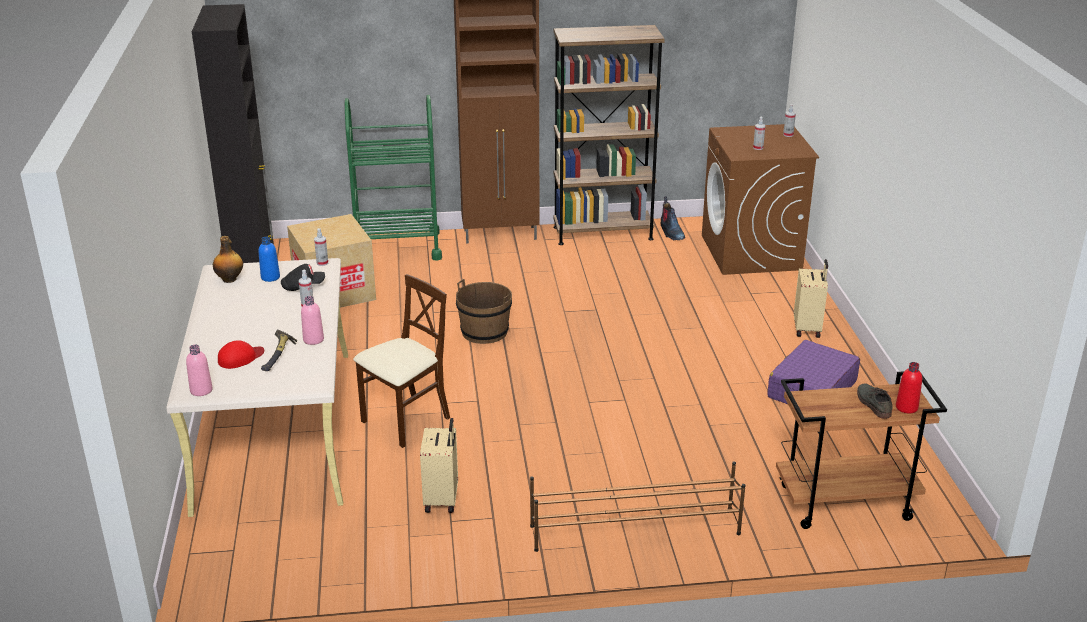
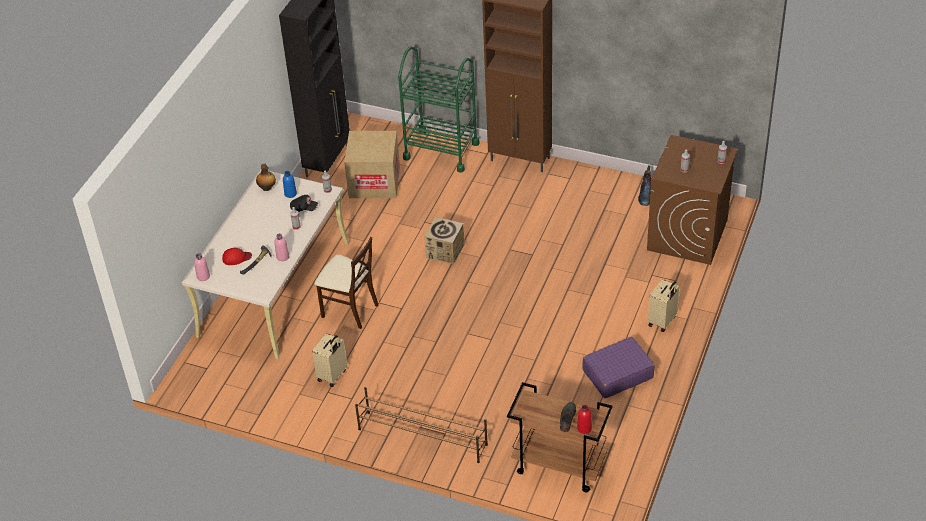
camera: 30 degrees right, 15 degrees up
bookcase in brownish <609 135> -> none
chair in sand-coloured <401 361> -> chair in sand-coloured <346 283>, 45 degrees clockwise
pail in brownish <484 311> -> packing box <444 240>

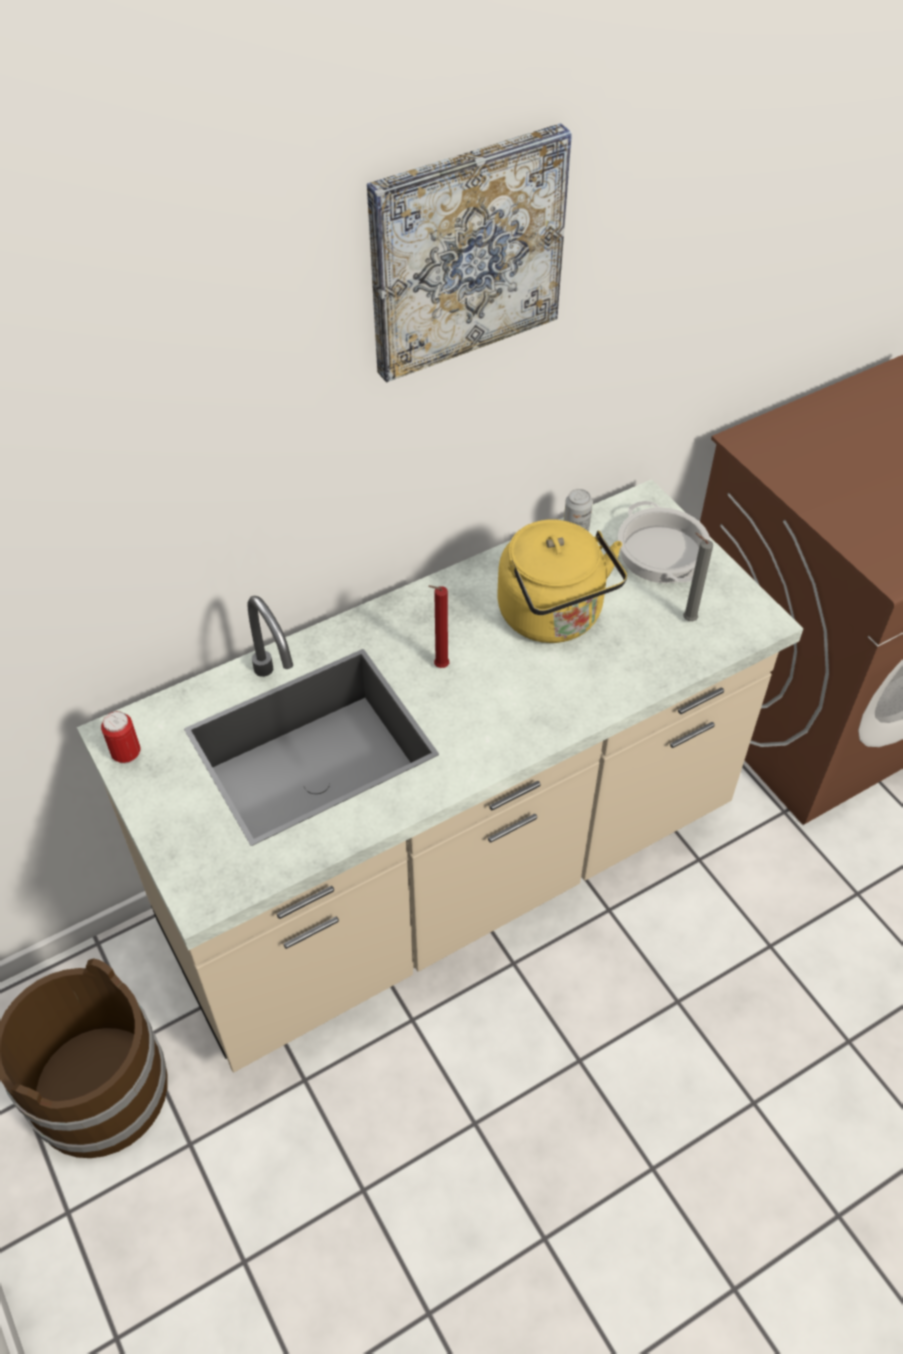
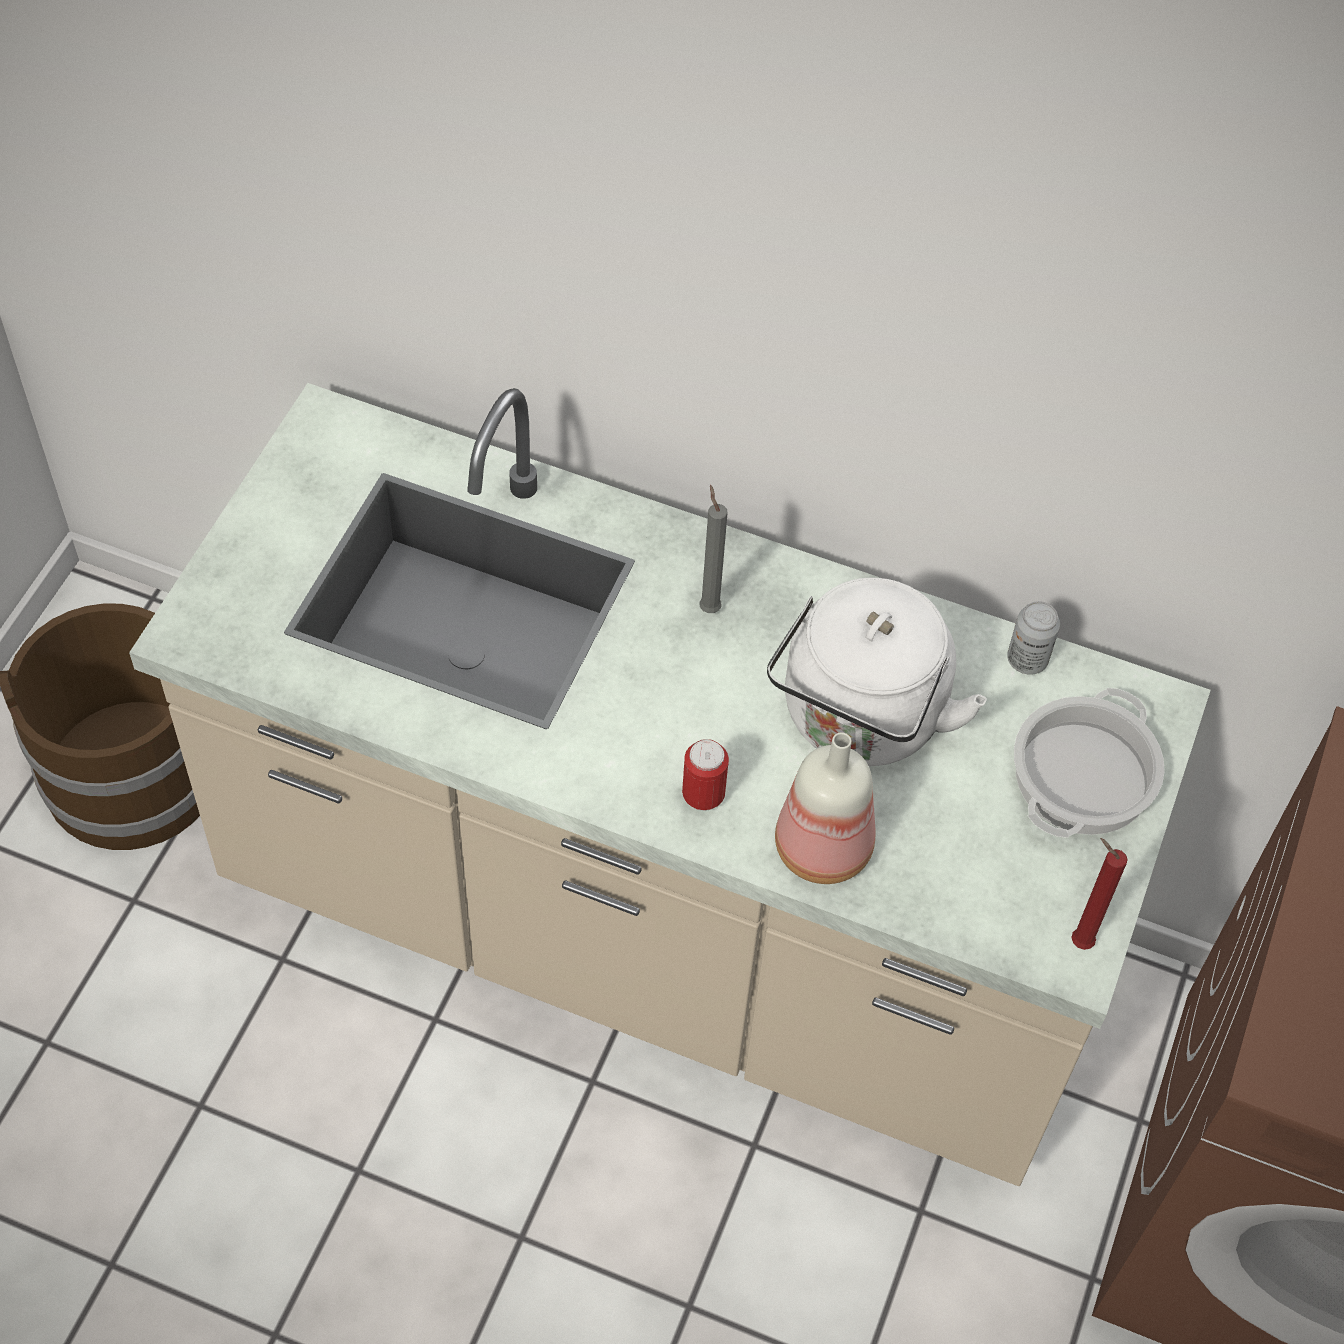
camera: 50 degrees right, 5 degrees up
wall art <469 252> -> none
water kettle in yellow-coloured <562 581> -> water kettle in white <877 672>
wax candle in gray <698 576> -> wax candle in gray <713 549>, shifted
wax candle in red <438 626> -> wax candle in red <1099 894>, shifted
can <120 737> -> can <705 775>, shifted
none -> drink bottle <825 808>

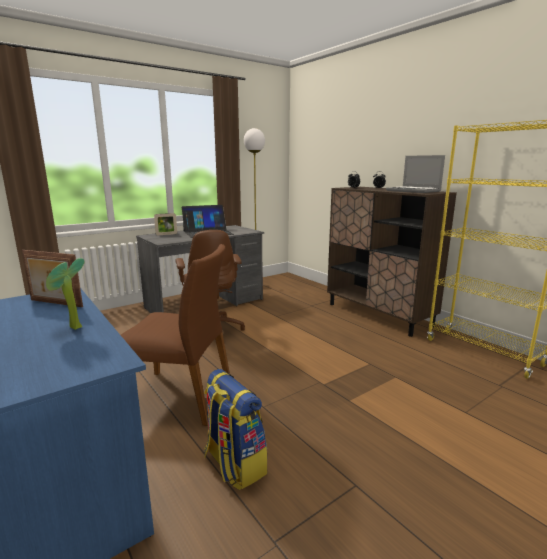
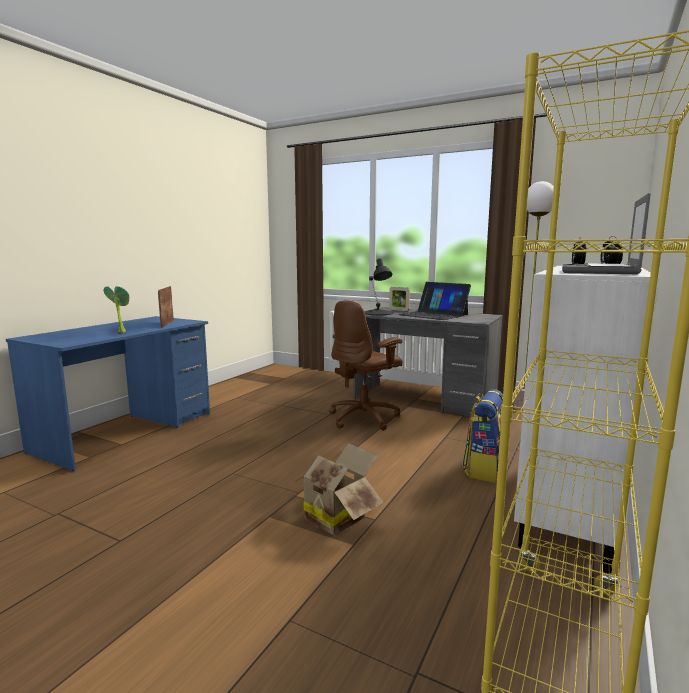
camera: 65 degrees right, 5 degrees down
storage cabinet in brownish <392 262> -> storage cabinet in white <586 419>
chair in brownish <175 335> -> none
knapsack <235 429> -> knapsack <482 436>, shifted
none -> table lamp in black-coloured <379 286>
none -> packing box <336 489>

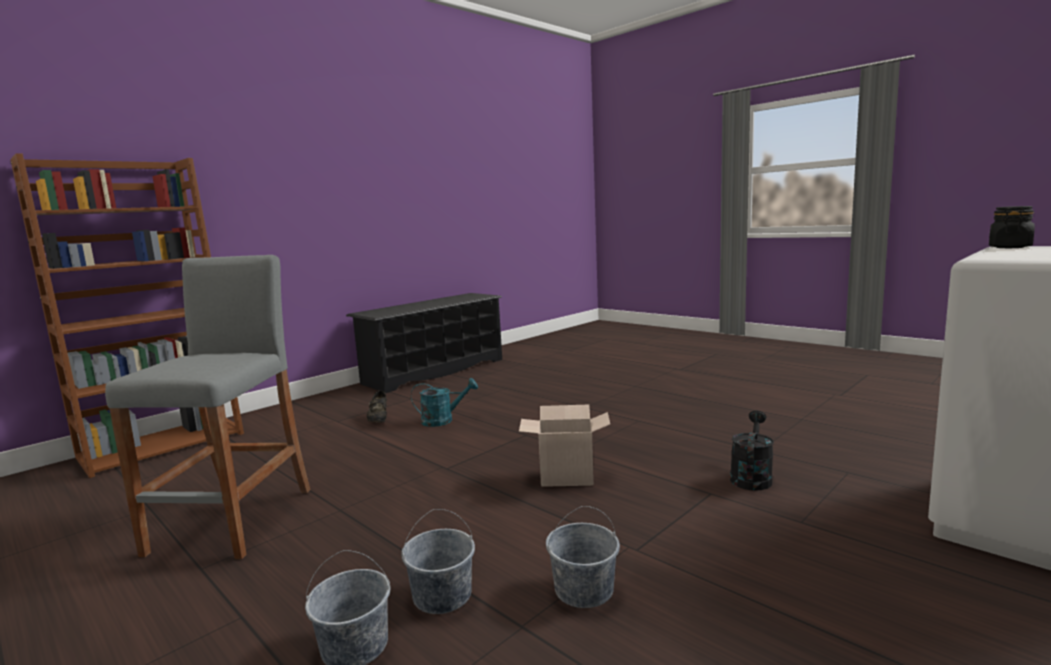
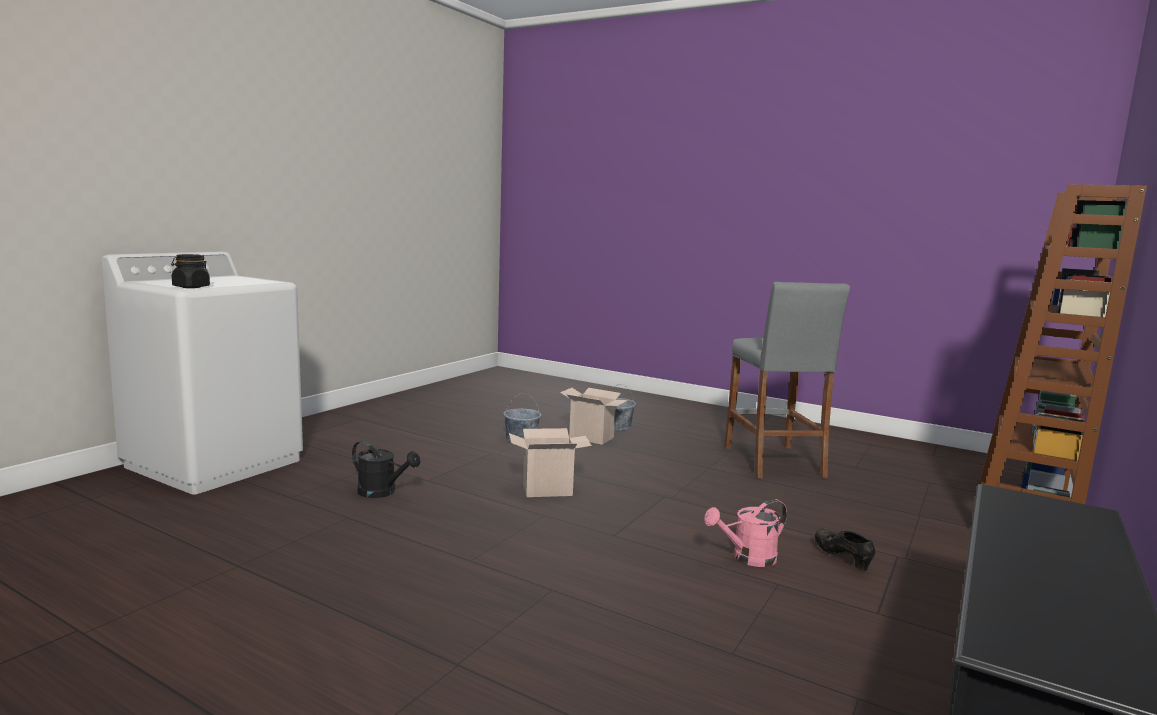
camera: 165 degrees right, 0 degrees up
watering pot in turquoise <444 402> -> watering pot in pink <745 533>
watering pot in black-coloured <752 450> -> watering pot in black-coloured <386 469>, 75 degrees counterclockwise
pail in gray <438 561> -> packing box <594 416>

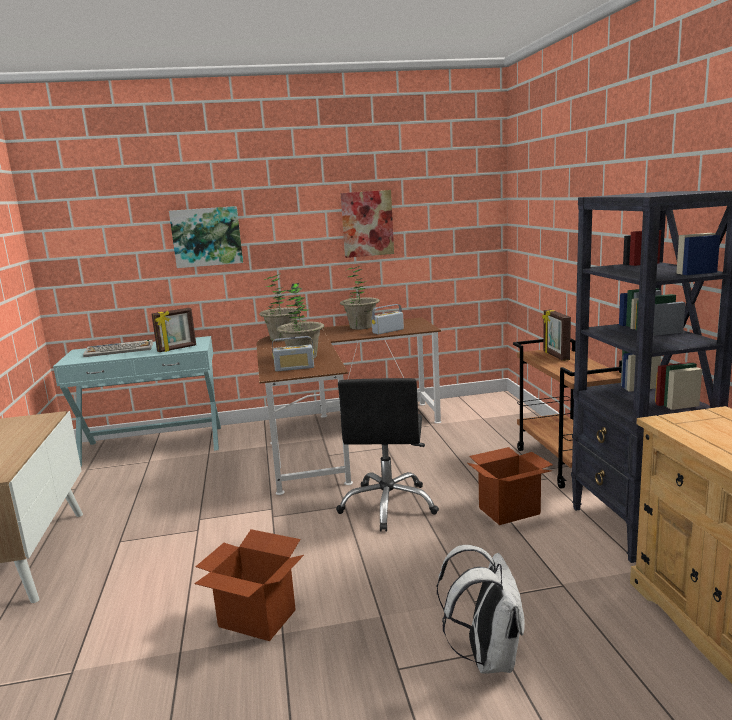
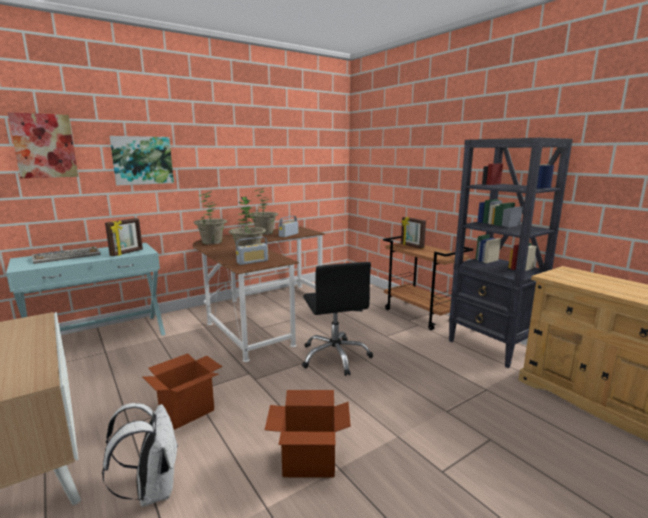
camera: 25 degrees left, 0 degrees up
wall art <367 224> -> wall art <43 145>, shifted
packing box <510 486> -> packing box <182 391>, shifted
knapsack in white <480 609> -> knapsack in white <139 455>, shifted

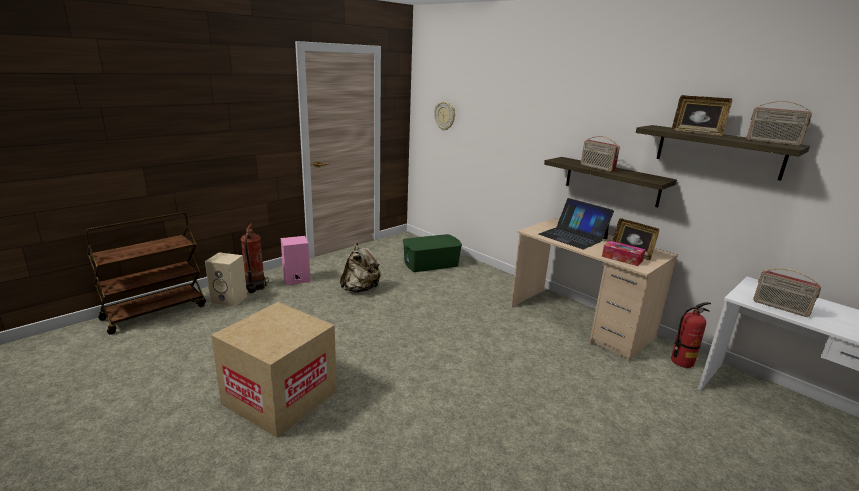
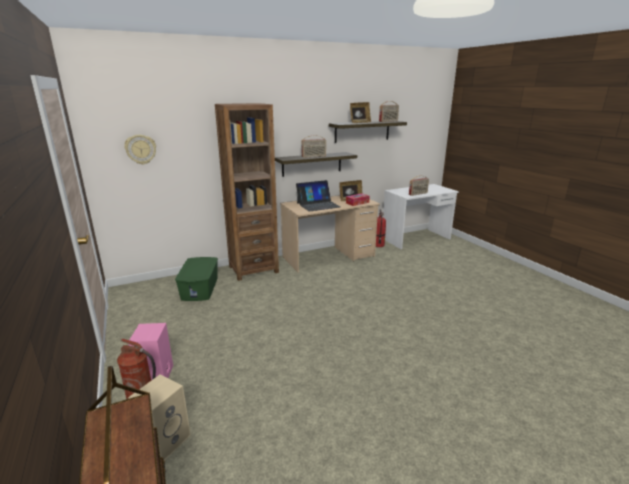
camera: 70 degrees left, 0 degrees up
knapsack in sand-coloured <361 267> -> none
packing box <274 370> -> none
none -> bookcase in brownish <247 192>

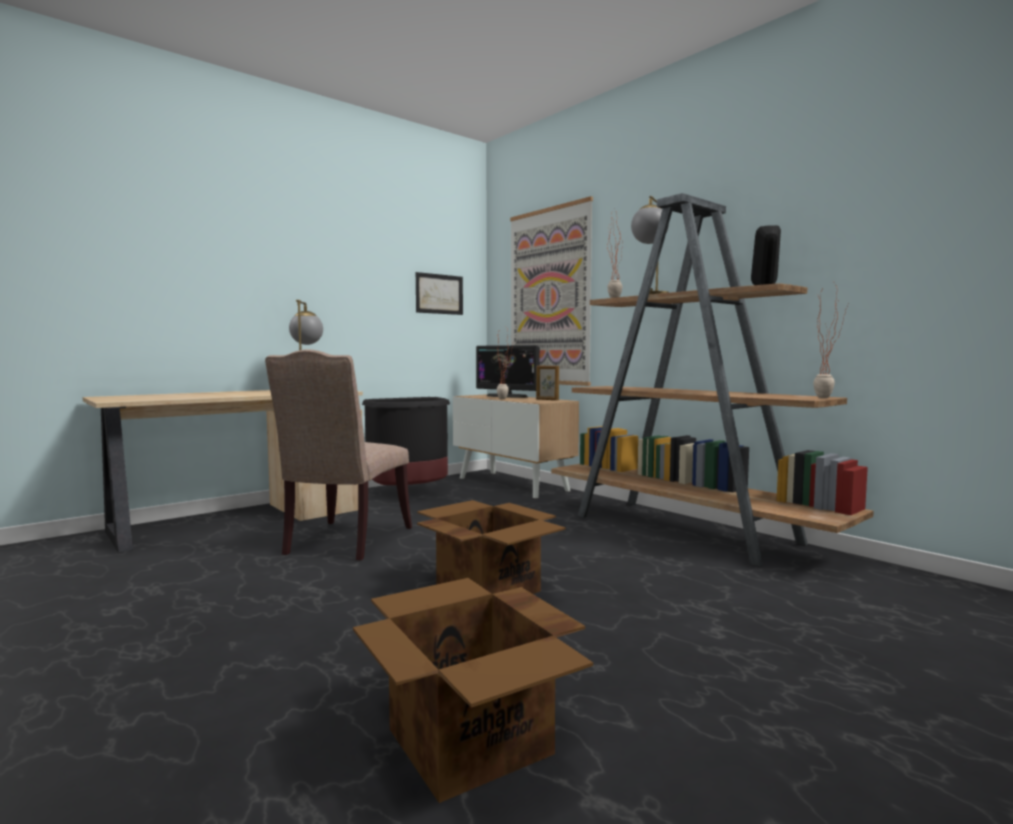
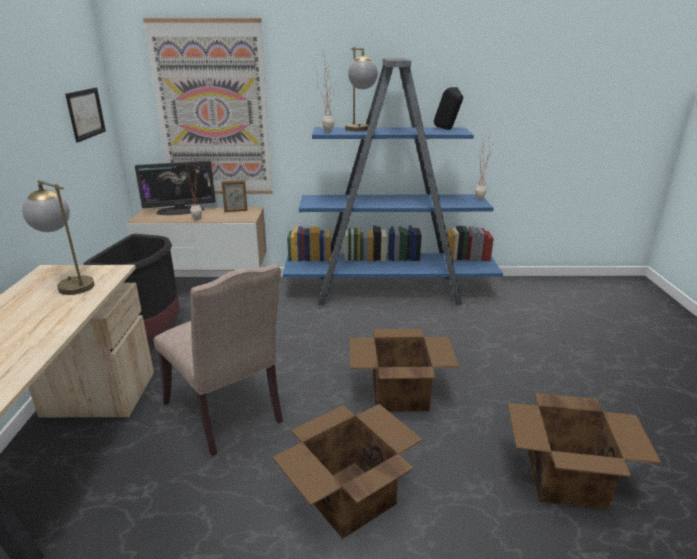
camera: 50 degrees left, 20 degrees up
bookcase in brownish <712 380> -> bookcase in blue <393 181>
none -> packing box <347 471>

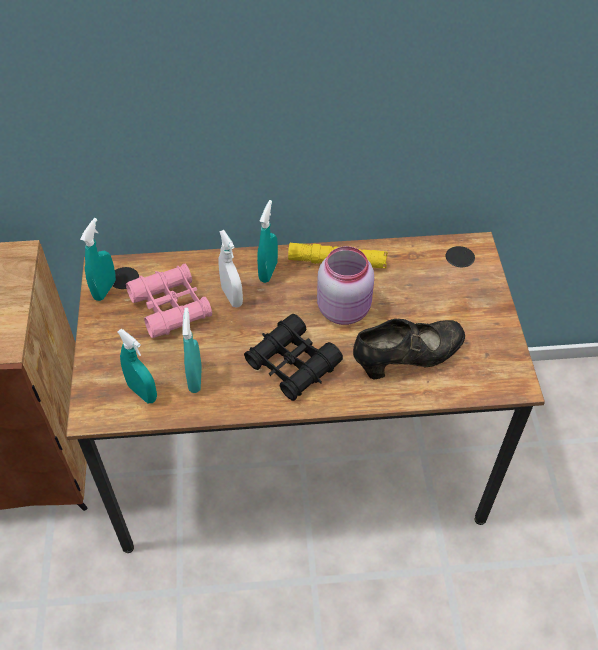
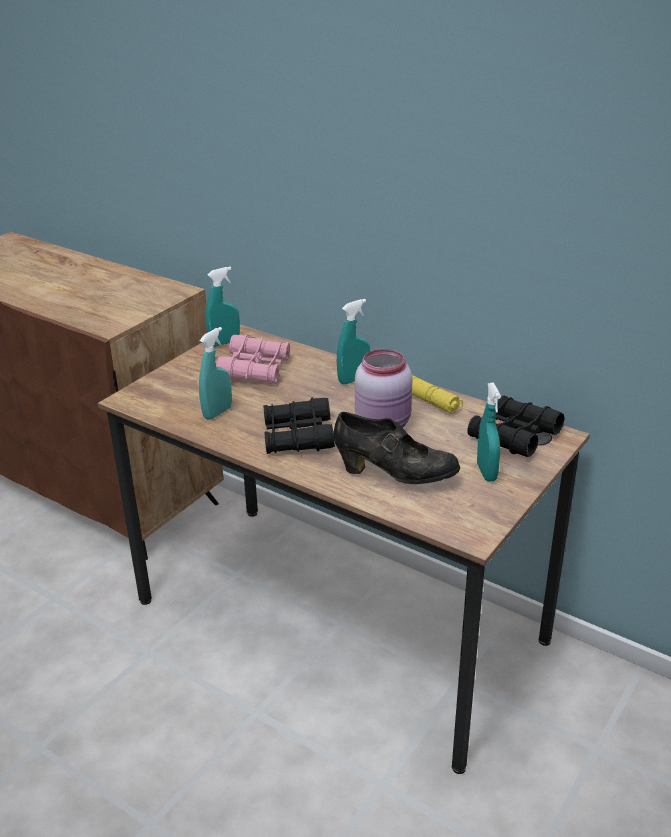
camera: 40 degrees right, 20 degrees down
hand sprayer in white <231 269> -> none
hand sprayer in turquoise <137 366> -> hand sprayer in turquoise <489 431>, shifted
none -> field glasses in black-coloured <515 426>

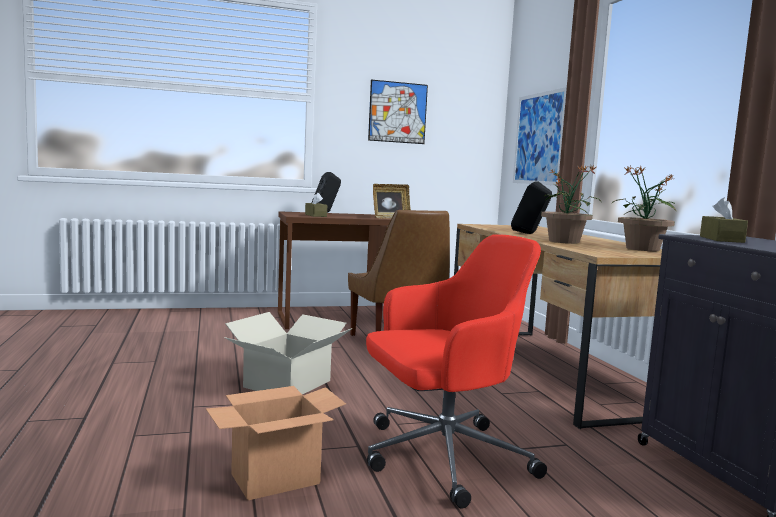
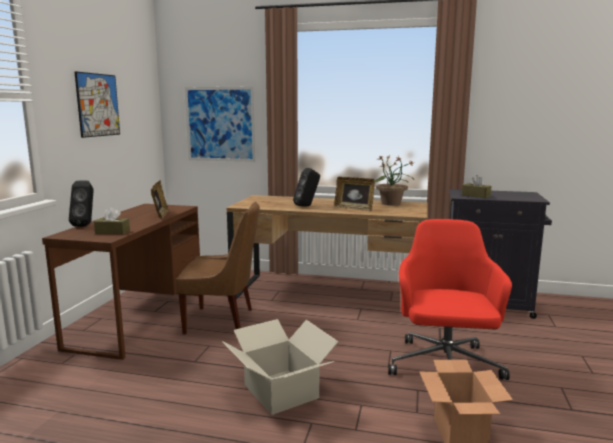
camera: 60 degrees left, 5 degrees up
houseplant <571 204> -> standing frame <354 194>

